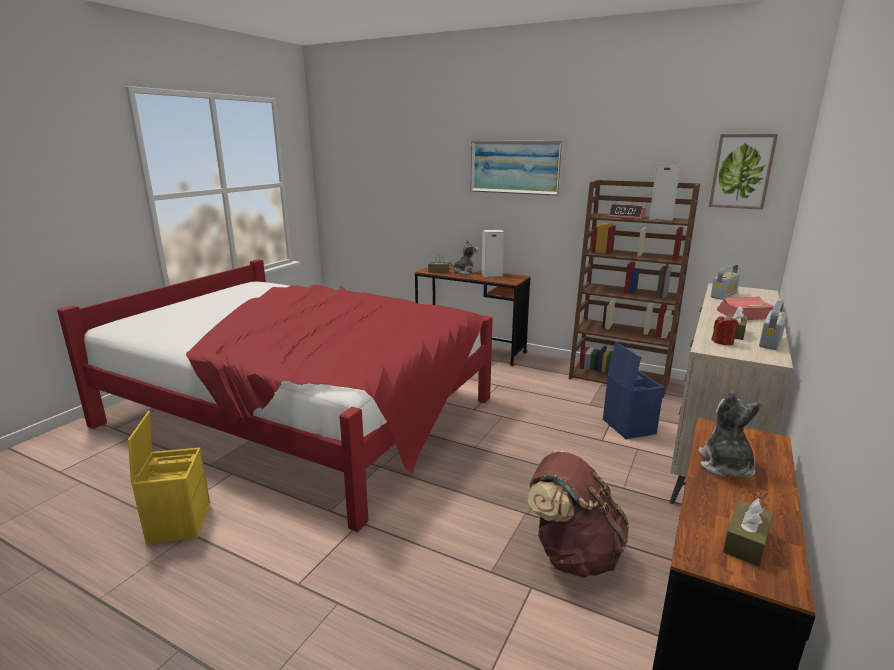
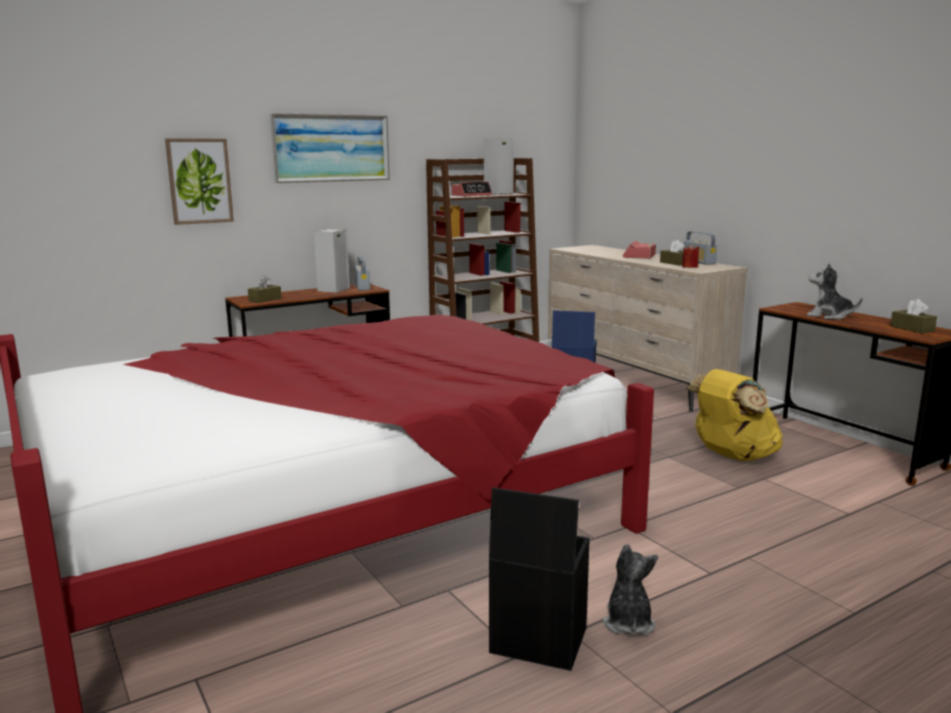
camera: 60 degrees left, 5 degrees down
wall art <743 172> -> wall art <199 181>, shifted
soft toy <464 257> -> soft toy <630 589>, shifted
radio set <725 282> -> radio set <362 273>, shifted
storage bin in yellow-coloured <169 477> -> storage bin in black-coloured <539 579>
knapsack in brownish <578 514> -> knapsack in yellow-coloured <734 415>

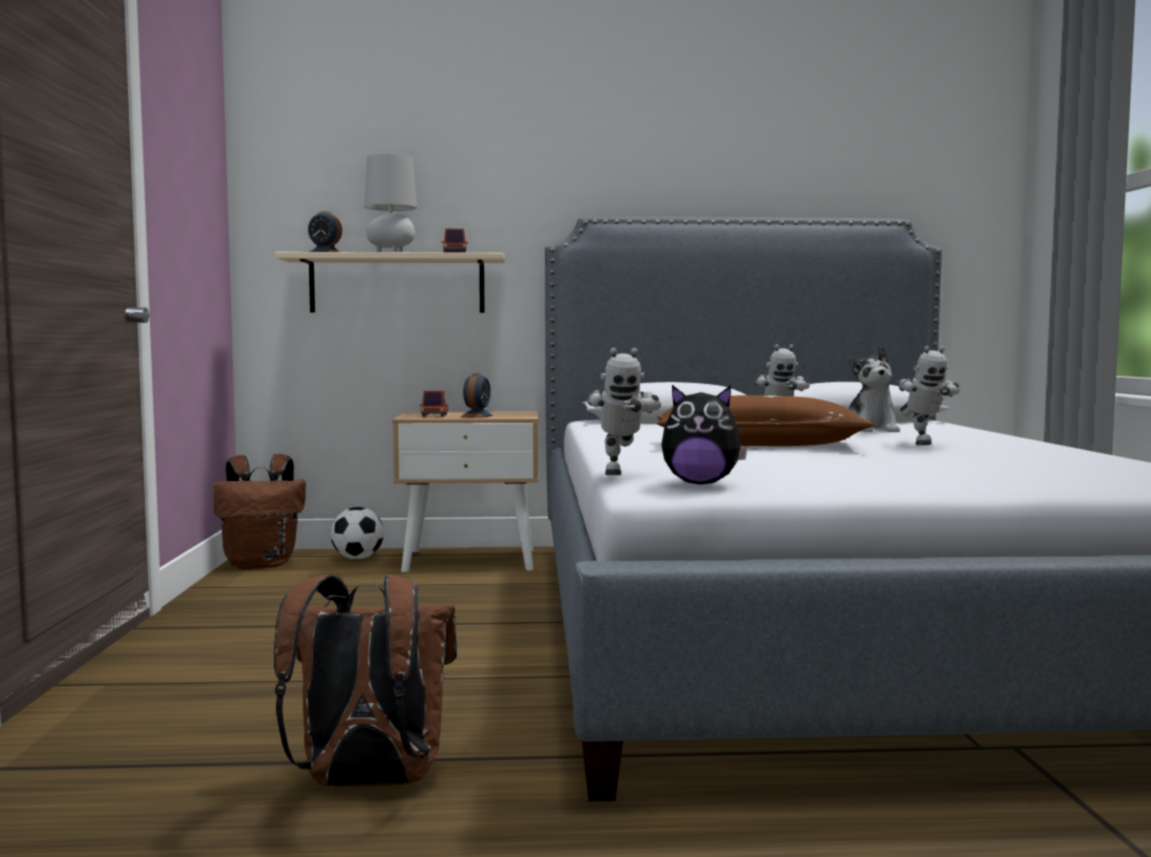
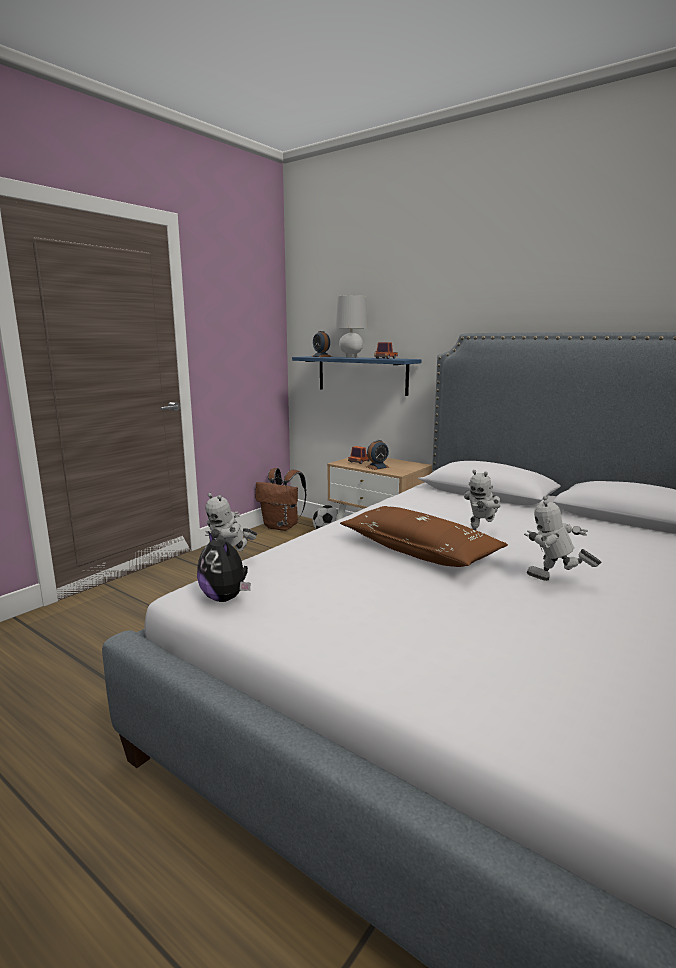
camera: 40 degrees right, 10 degrees up
wall shelf in sand-coloured <390 282> -> wall shelf in blue <357 376>
soft toy <874 389> -> none
model robot <928 395> -> model robot <562 538>, 75 degrees clockwise
knapsack in brownish <365 680> -> none

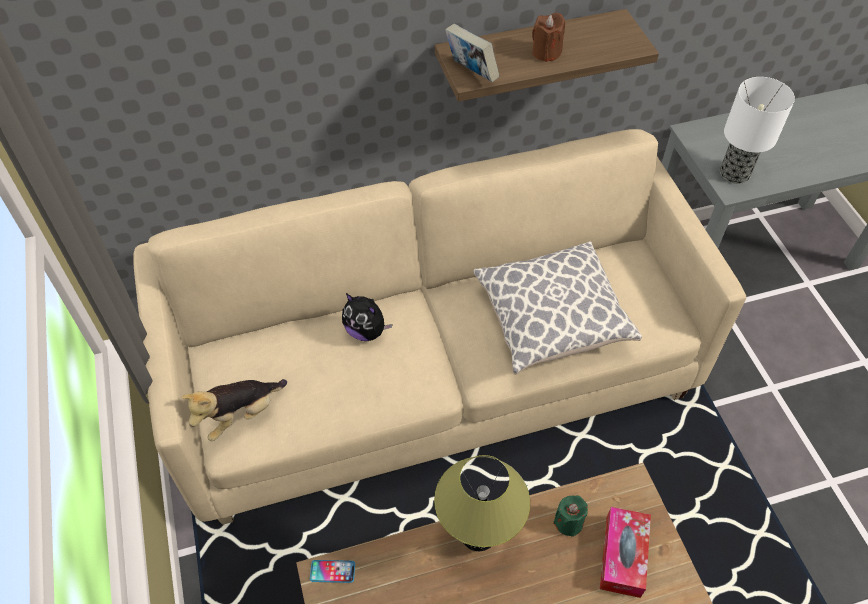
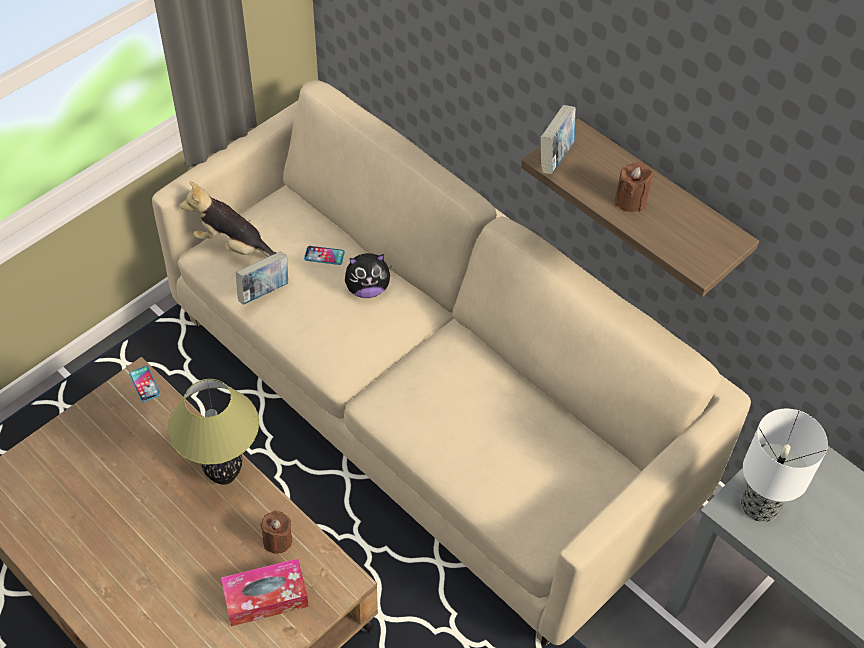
camera: 60 degrees right, 0 degrees up
throw pillow <558 308> -> none
soft toy <367 317> -> soft toy <368 275>, 105 degrees counterclockwise
wax candle in greenish <570 516> -> wax candle in brownish <276 532>
none -> handset <324 255>
none -> volume <262 278>

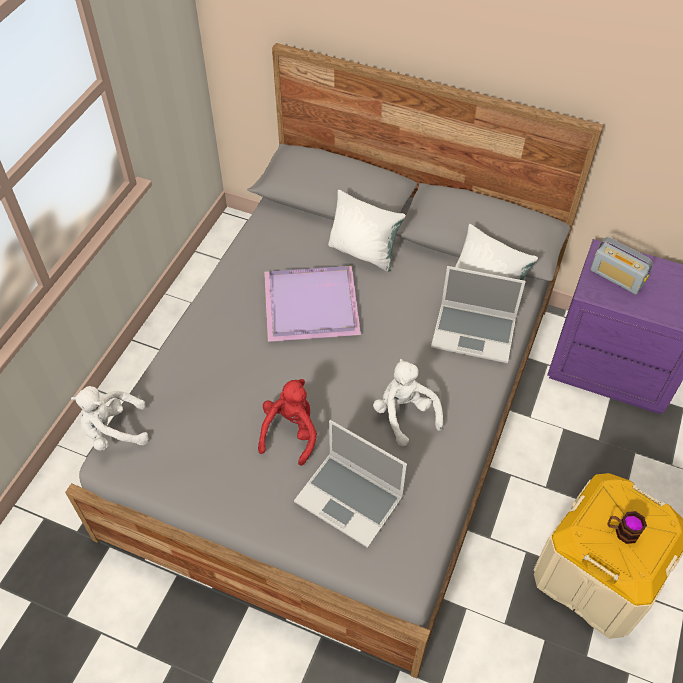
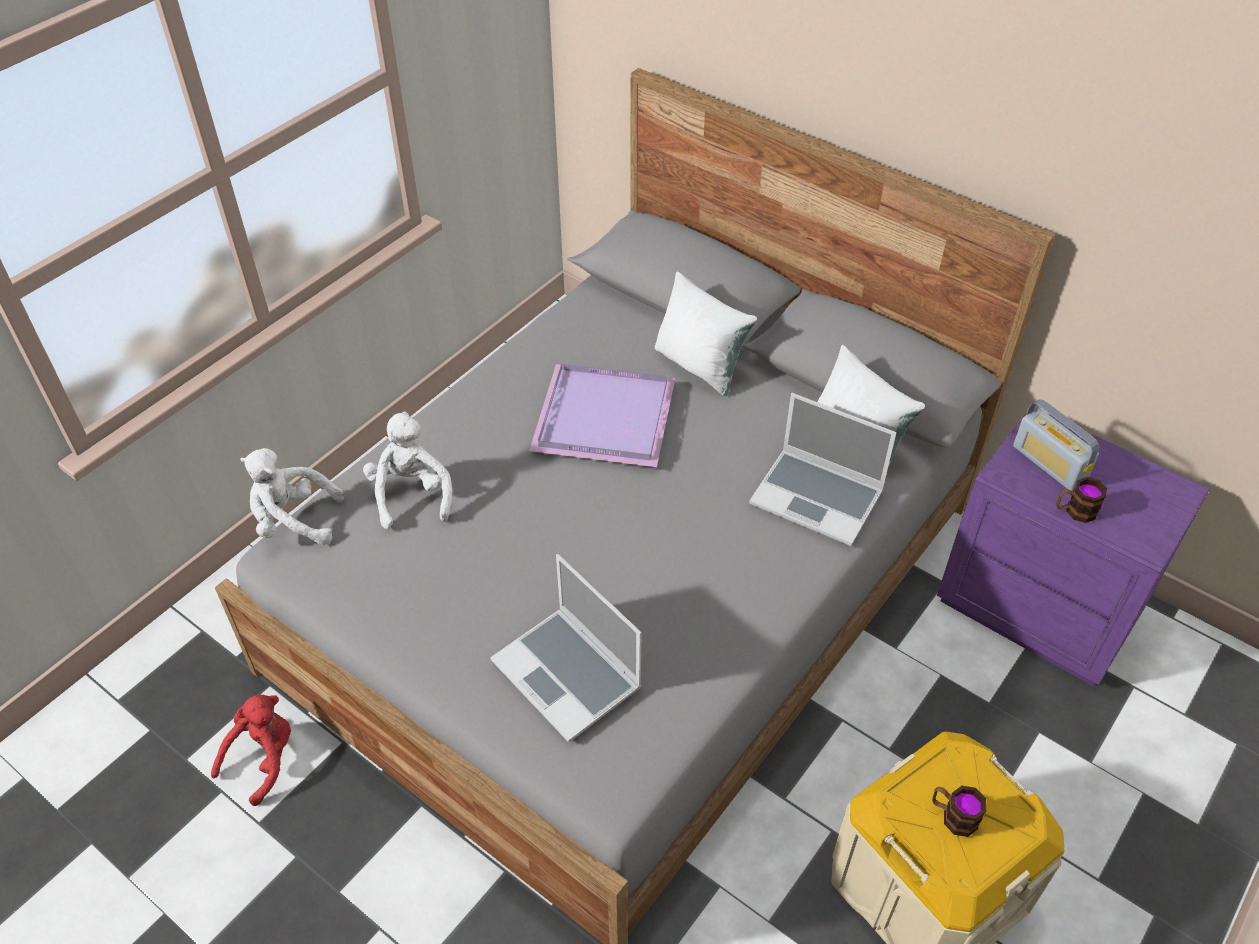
camera: 15 degrees right, 5 degrees down
soft toy in white <408 402> -> soft toy in white <407 470>, shifted
soft toy in red <287 422> -> soft toy in red <251 750>, shifted
none -> tea mug <1081 500>

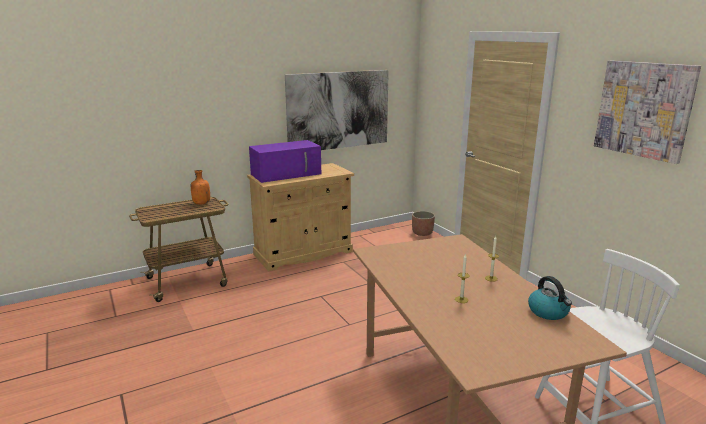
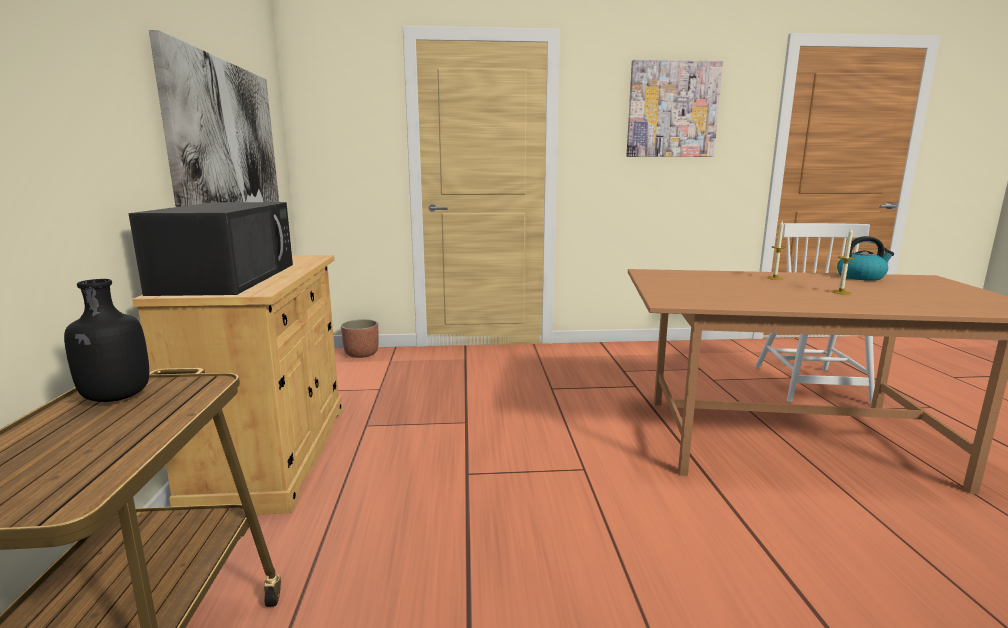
camera: 65 degrees left, 5 degrees down
kitchen microwave in purple-coloured <285 161> -> kitchen microwave in black-coloured <211 249>
drink bottle in orangey <200 187> -> drink bottle in black-coloured <106 340>

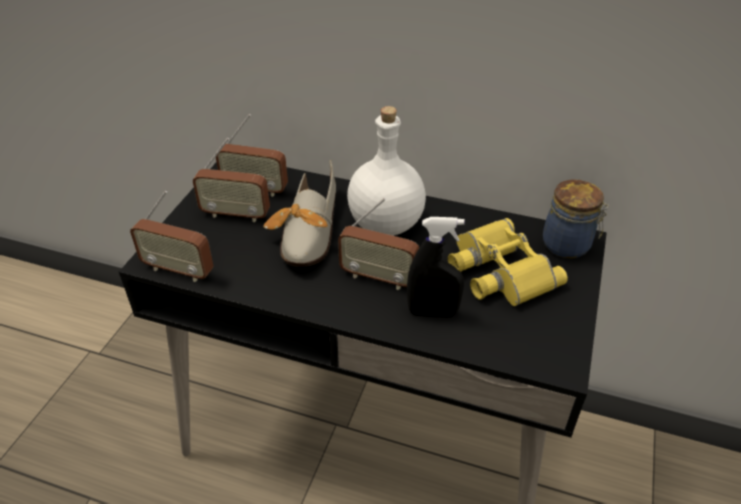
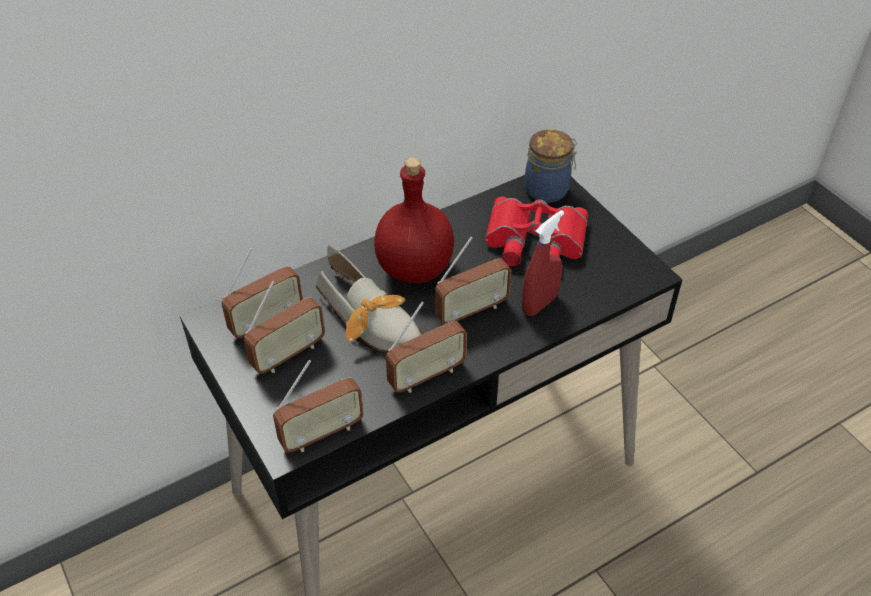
camera: 50 degrees left, 5 degrees up
drink bottle in white <386 171> -> drink bottle in red <414 220>
hand sprayer in black-coloured <435 267> -> hand sprayer in red <543 263>
field glasses in yellow-coloured <508 262> -> field glasses in red <536 231>
none -> radio set <426 347>

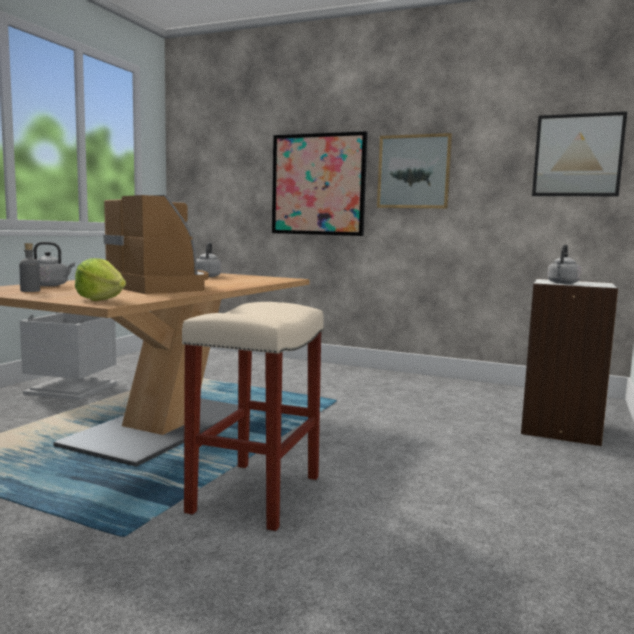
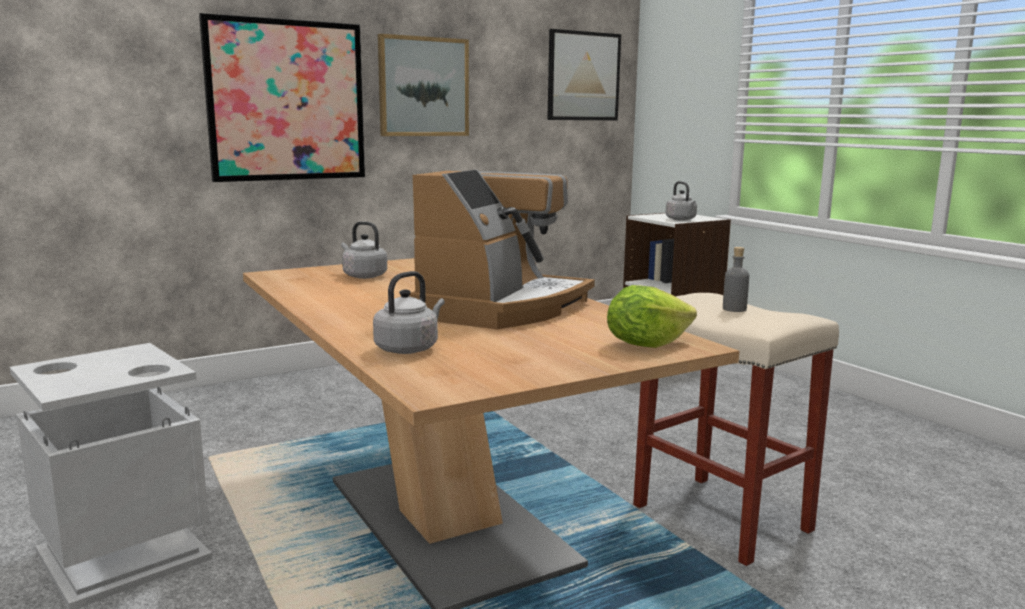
camera: 55 degrees left, 5 degrees up
coffee maker <156 244> -> coffee maker <502 249>, 120 degrees clockwise
drink bottle in gray <29 267> -> drink bottle in gray <736 279>, shifted

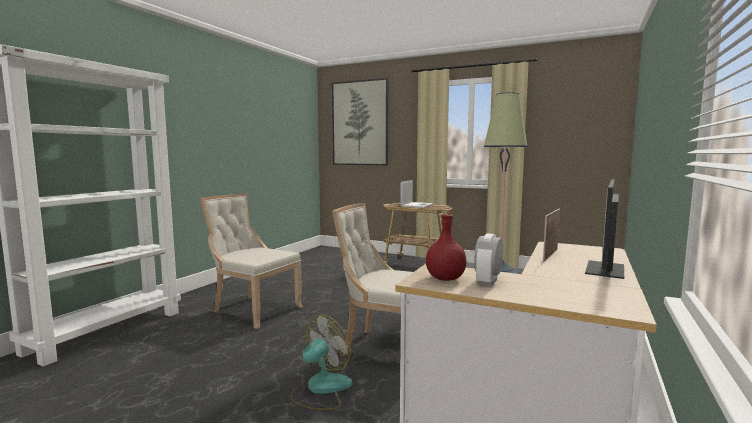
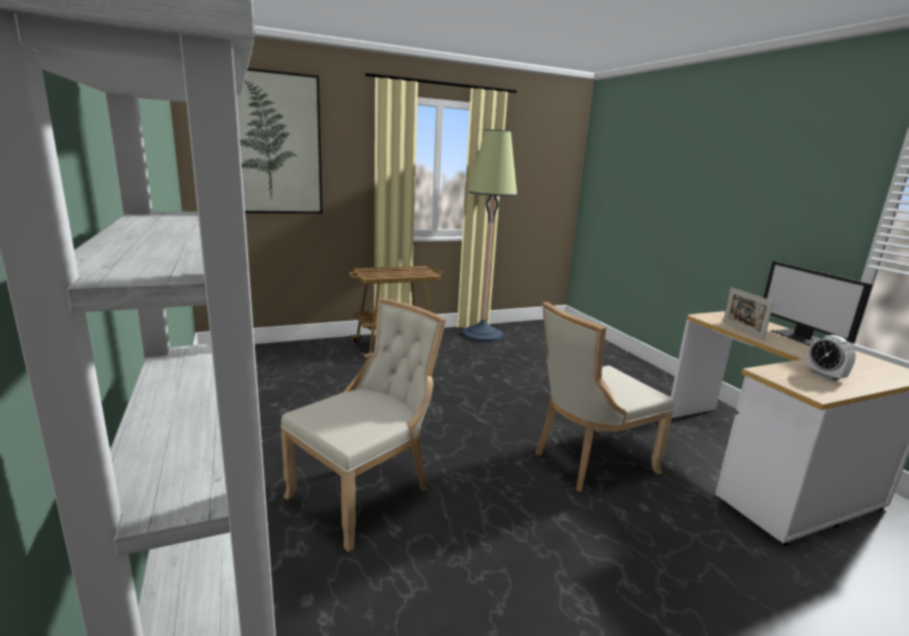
camera: 50 degrees left, 10 degrees up
notebook computer <417 194> -> none
chair in sand-coloured <251 261> -> chair in sand-coloured <363 425>, 150 degrees clockwise
drink bottle in red <446 245> -> none
electric fan <321 362> -> none

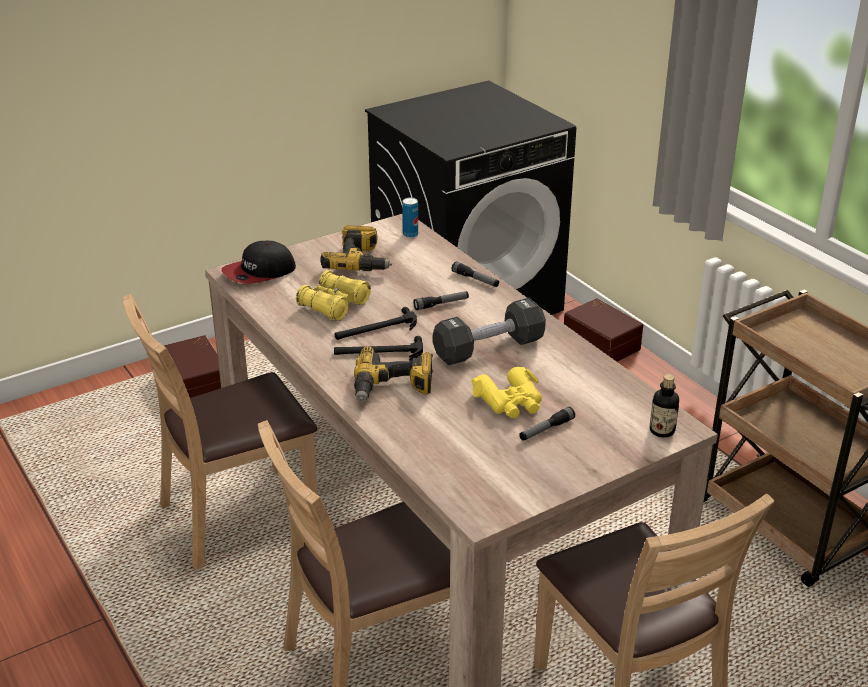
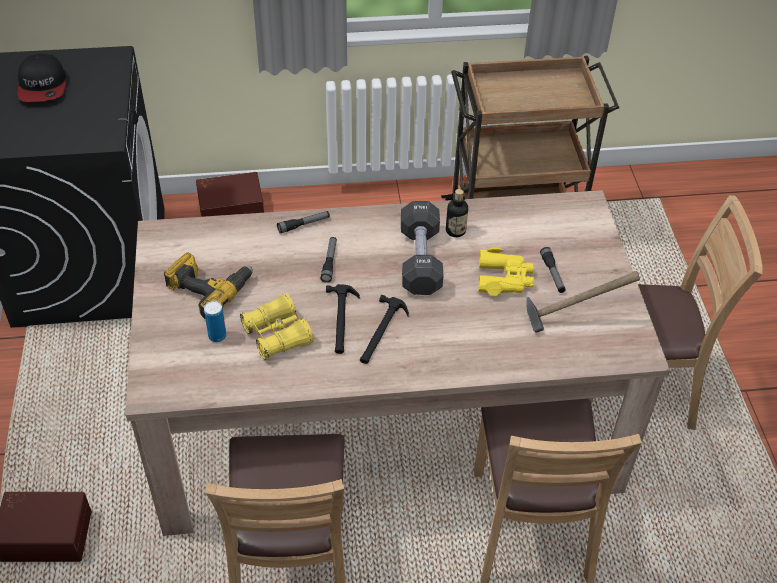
camera: 65 degrees left, 15 degrees up
can <410 217> -> can <215 321>, shifted
peaked cap <259 262> -> peaked cap <41 78>, shifted
drill <393 374> -> none
drink bottle <664 406> -> drink bottle <457 213>, shifted
none -> hand hammer <583 302>

